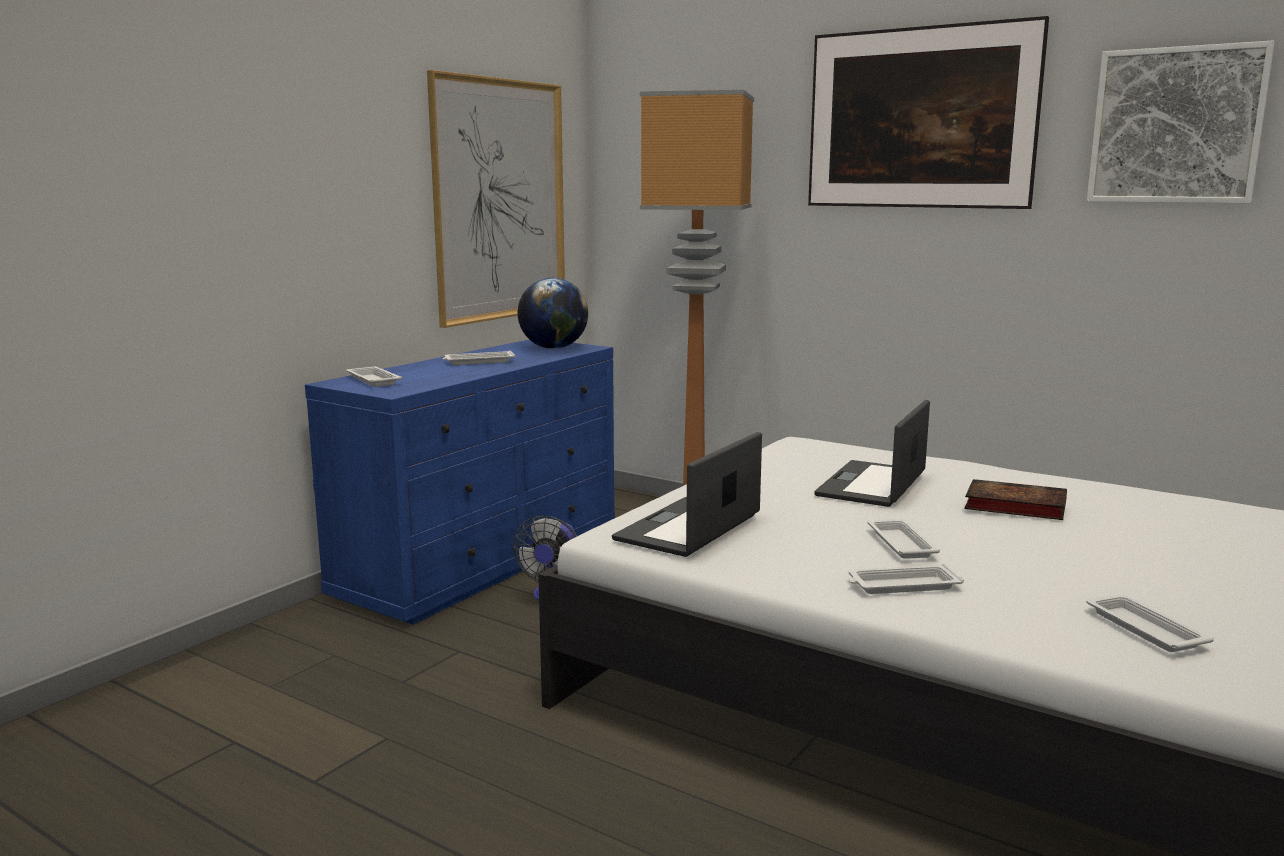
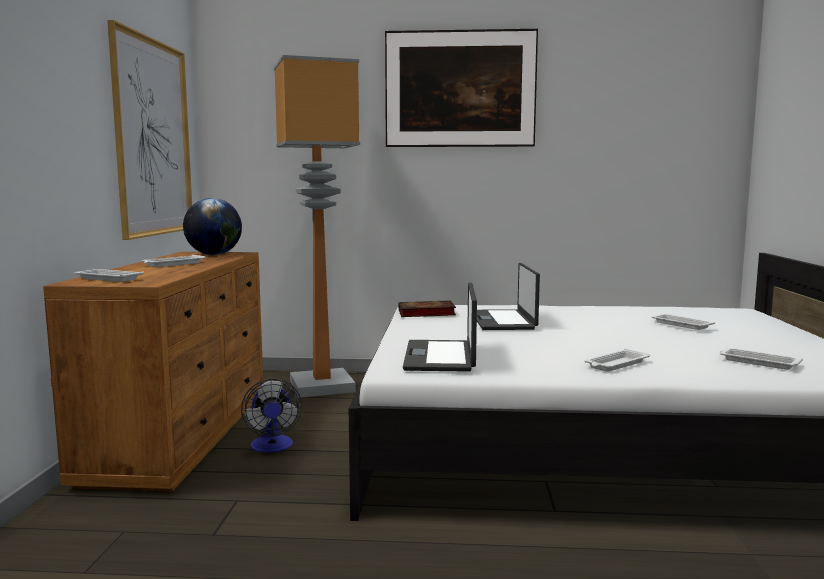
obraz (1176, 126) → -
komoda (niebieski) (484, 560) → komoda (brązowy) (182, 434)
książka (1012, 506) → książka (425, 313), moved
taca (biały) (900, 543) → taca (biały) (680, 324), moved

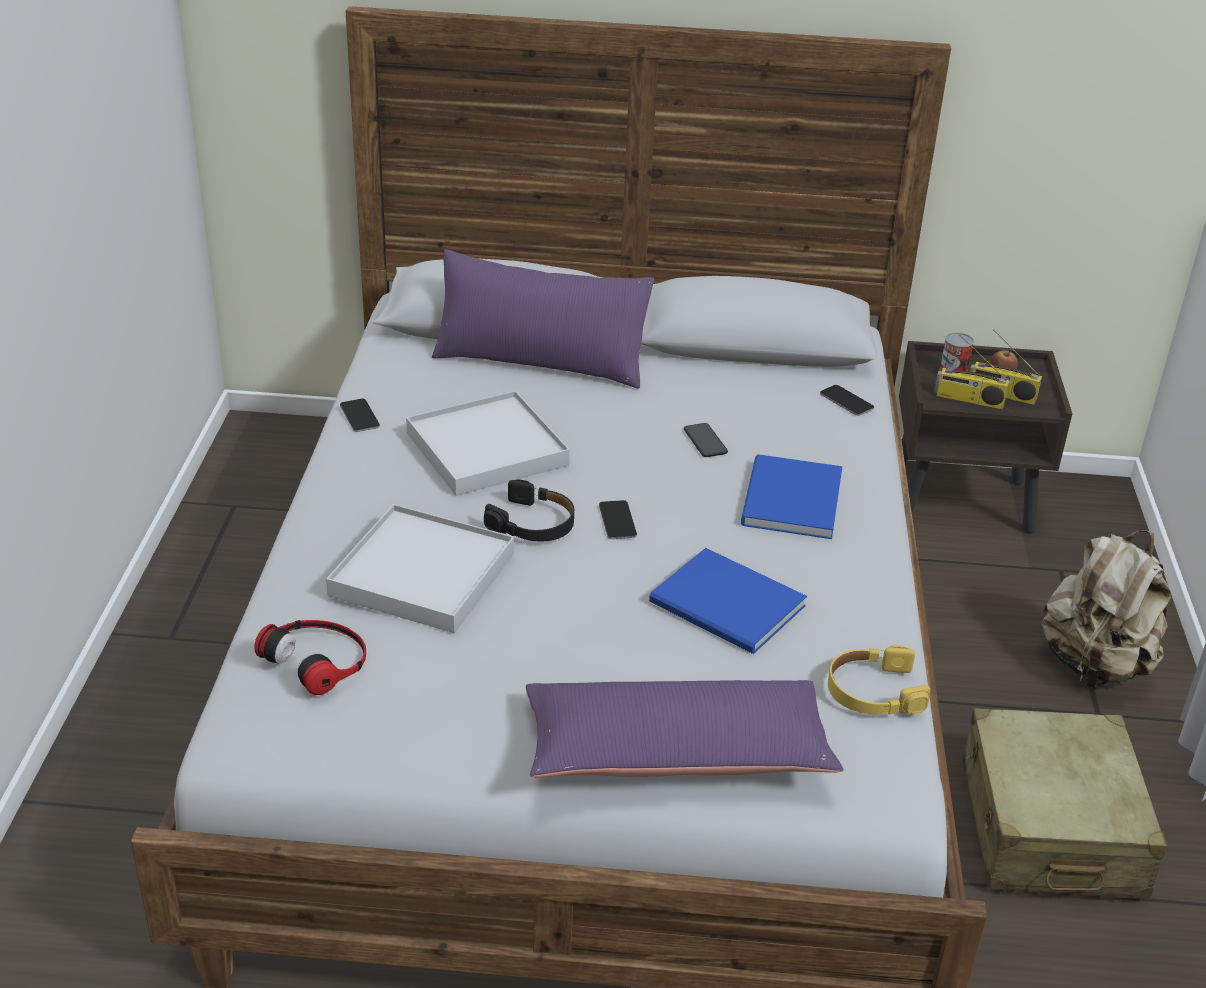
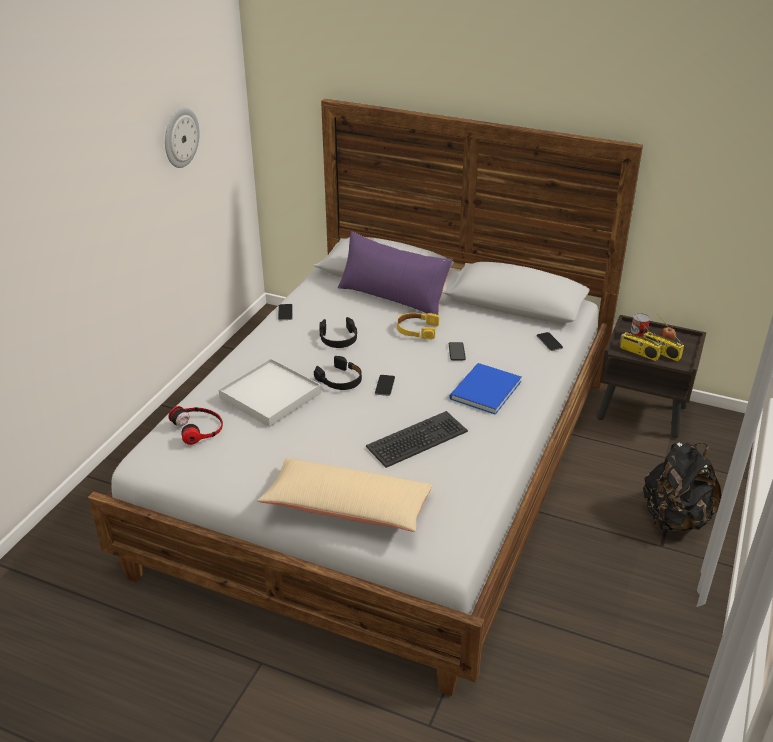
taca (biały) (486, 449) → słuchawki (czarny) (338, 338)
plecak (beżowy) (1095, 665) → plecak (czarny) (674, 519)
książka (niebieski) (728, 608) → klawiatura (417, 440)
słuchawki (żółty) (873, 691) → słuchawki (żółty) (417, 330), moved
poduszka (fioletowy) (676, 753) → poduszka (beżowy) (347, 507)
walizka (beżowy) (1049, 829) → -
- → zegar ścienny (180, 137)

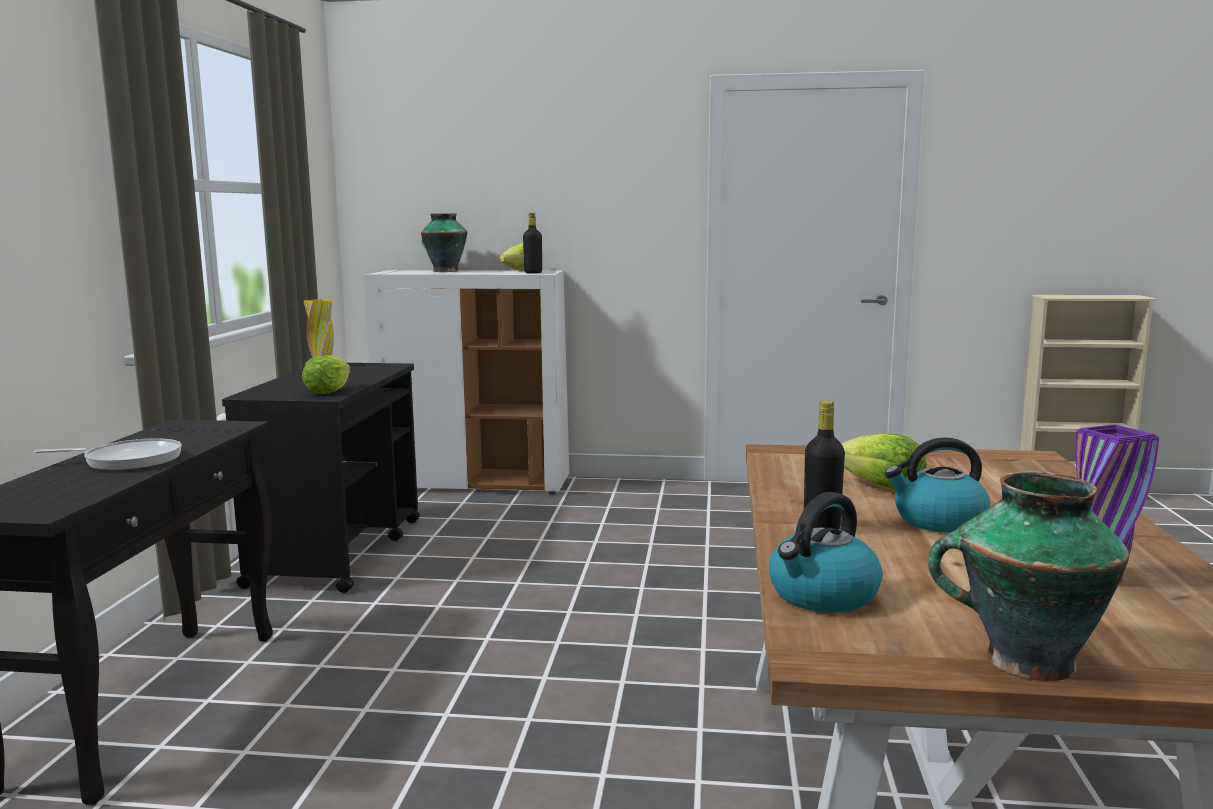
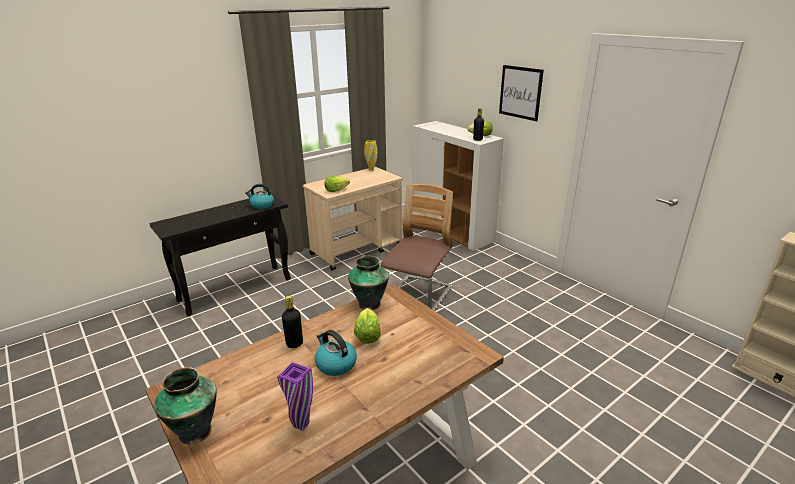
wazon (444, 271) → wazon (369, 303), moved
wózek (czarny) (339, 551) → wózek (beżowy) (357, 249)
patelnia (128, 461) → -
czajnik (822, 596) → czajnik (262, 205), moved
- → obraz (520, 92)
- → krzesło (418, 295)

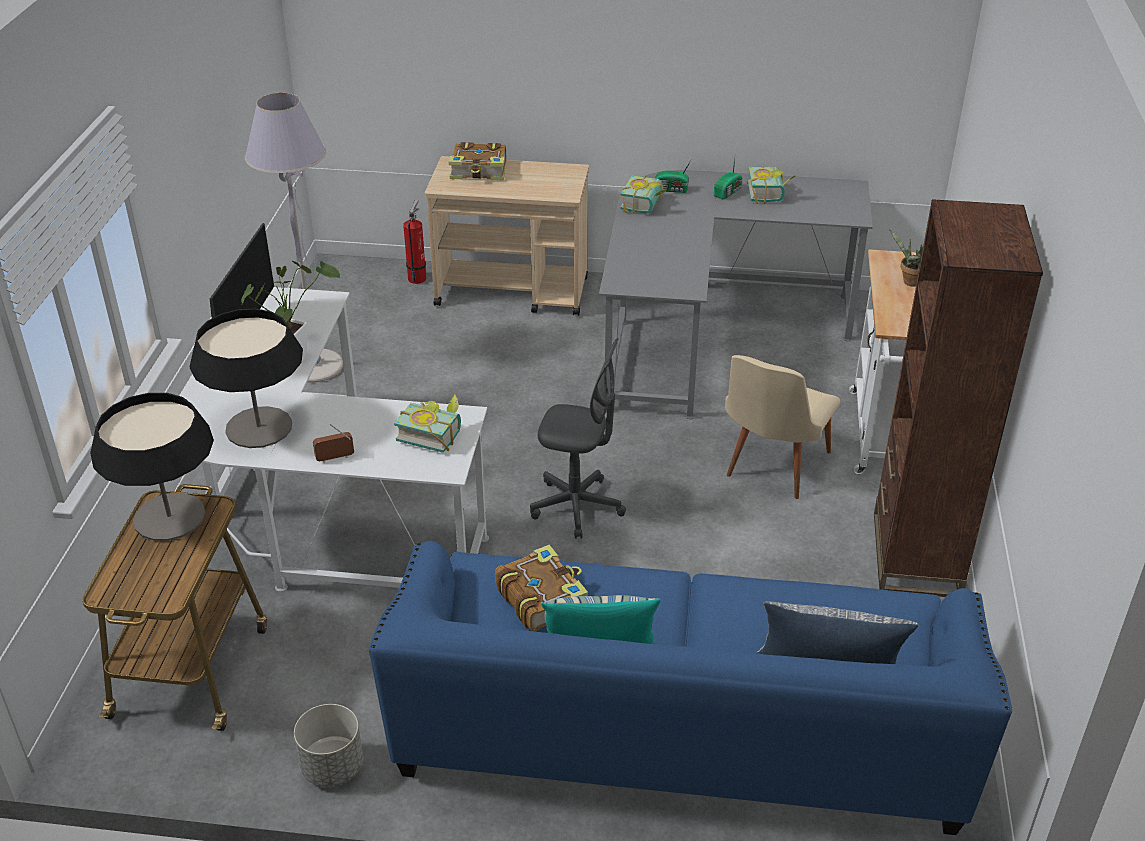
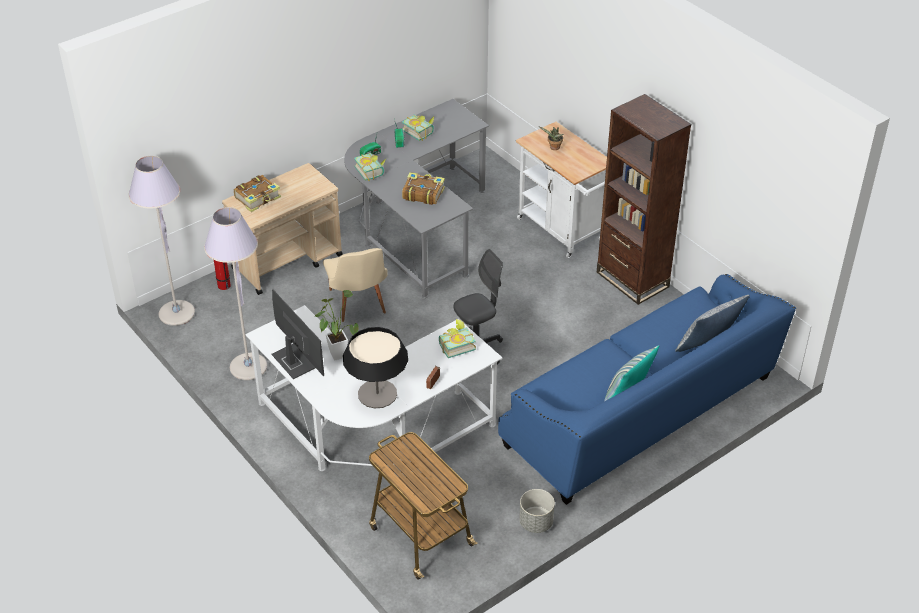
krzesło (beżowy) (771, 469) → krzesło (beżowy) (358, 305), moved
lampa stołowa (169, 517) → -
książka (541, 598) → książka (422, 193), moved
- → lampa stojąca (szary) (177, 313)

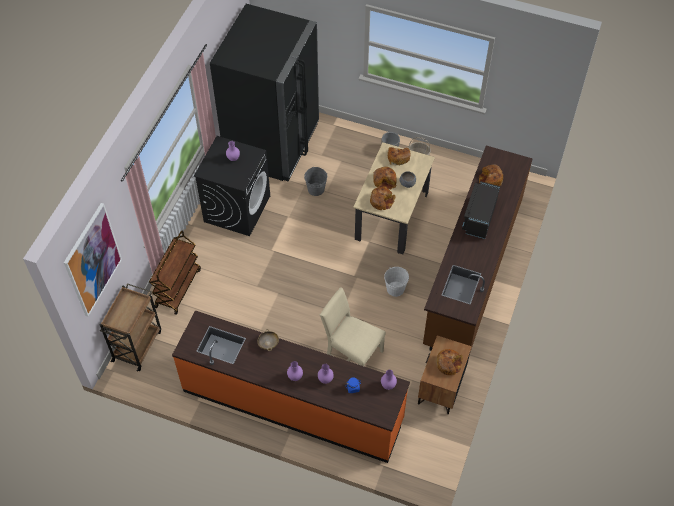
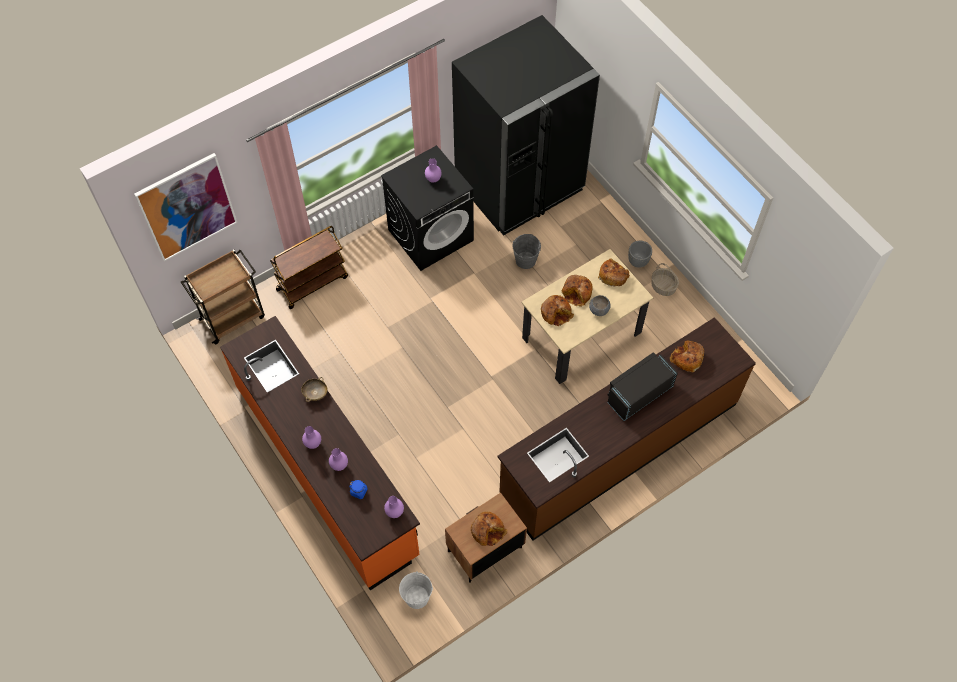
wiadro (biały) (395, 289) → wiadro (biały) (417, 597), moved
krzesło (beżowy) (351, 354) → -

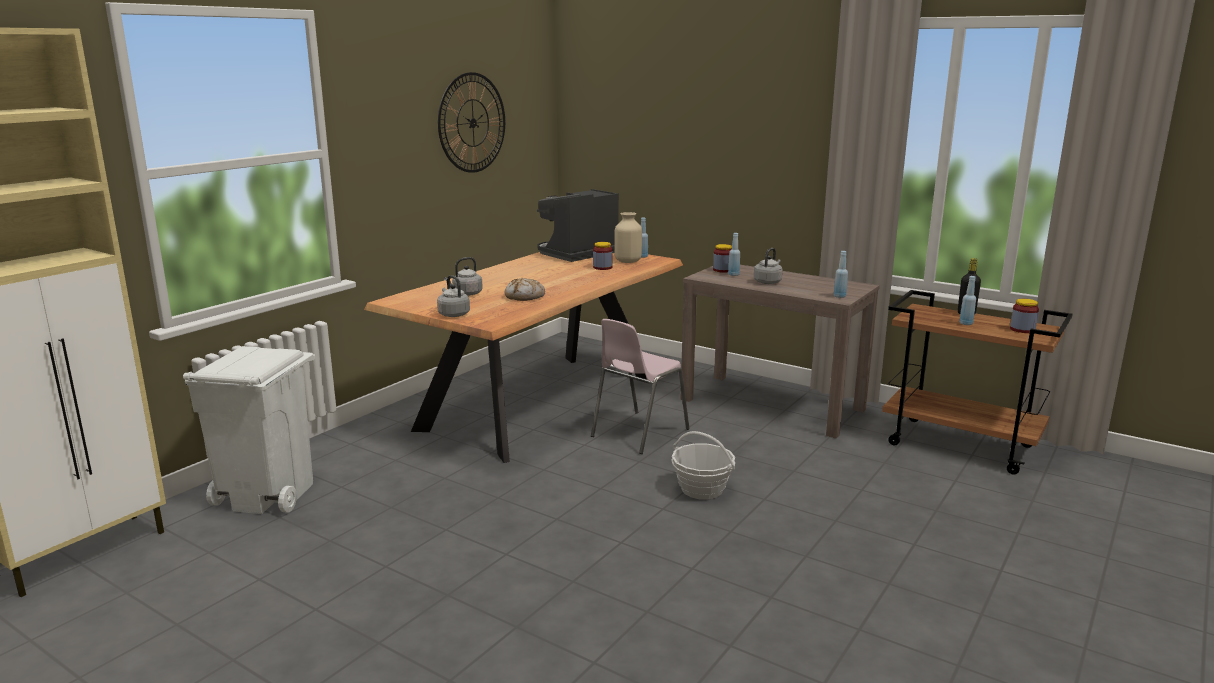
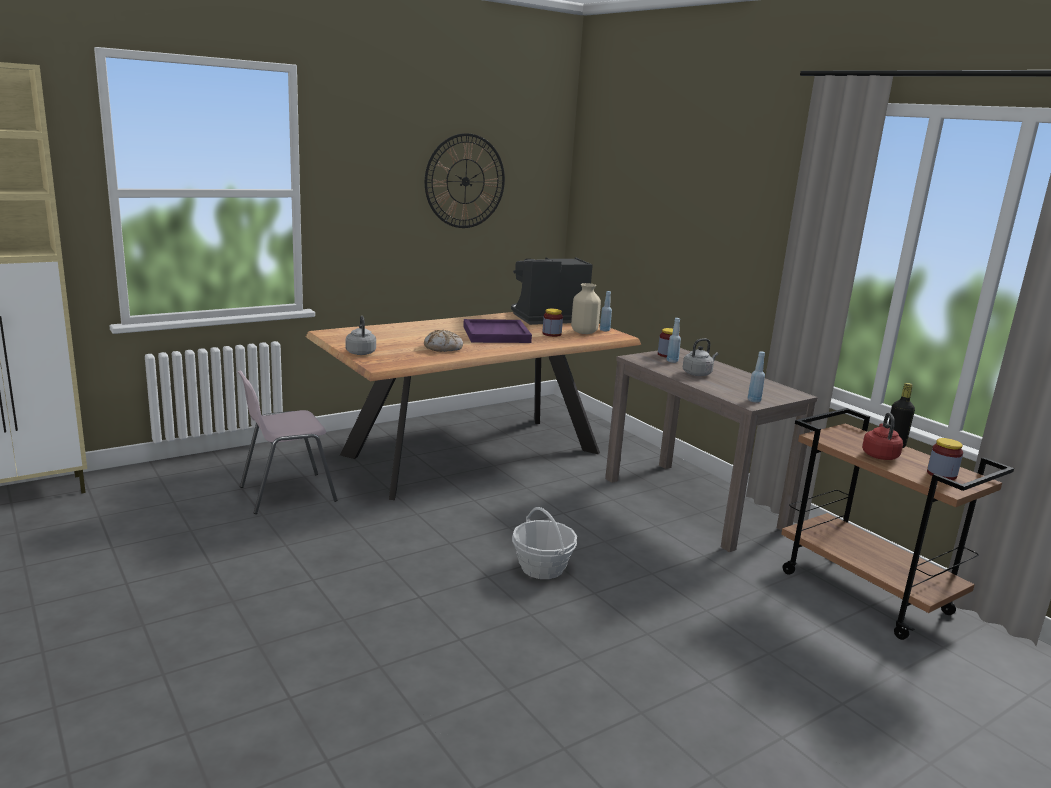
czajnik (szary) (466, 294) → -
butelka (niebieski) (966, 323) → czajnik (czerwony) (879, 455)
krzesło (różowy) (638, 433) → krzesło (różowy) (286, 493), moved
kosz na śmieci (biały) (267, 494) → -
- → taca (fioletowy) (497, 334)

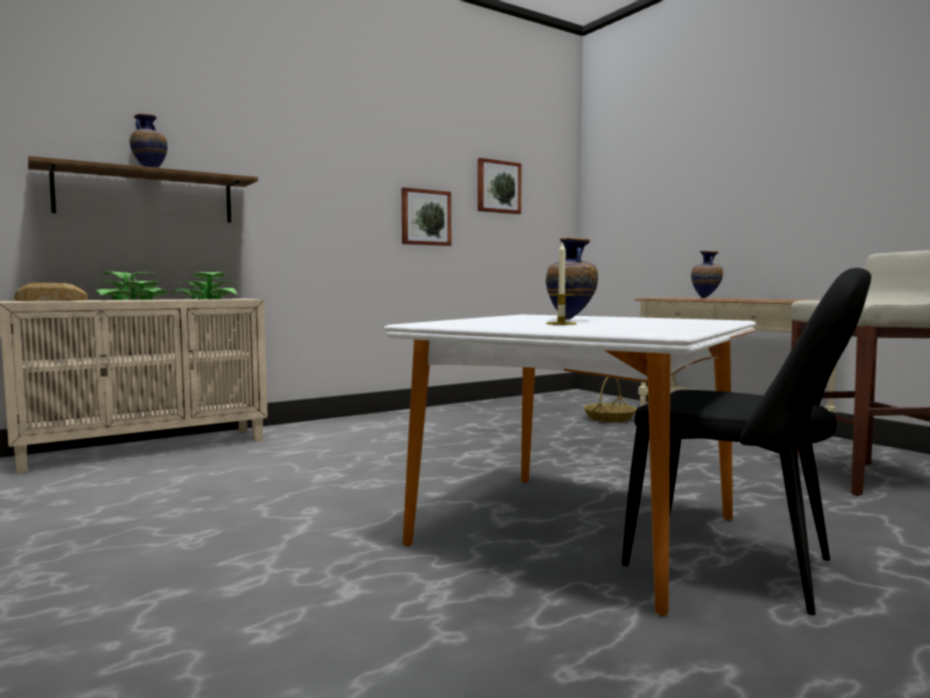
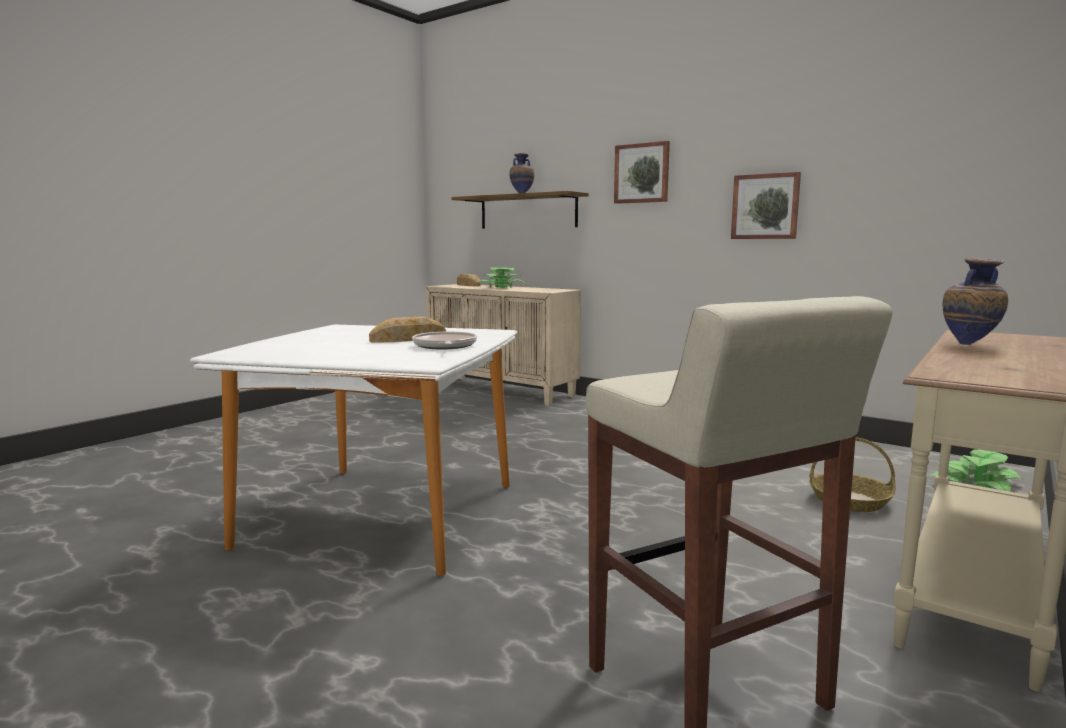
obraz (498, 187) → obraz (642, 173), moved
wazon (571, 319) → chleb (408, 339)
świeca (561, 324) → -
krzesło (czarny) (739, 567) → -
roślina doniczkowa (206, 299) → roślina doniczkowa (975, 484), moved
- → patelnia (444, 346)

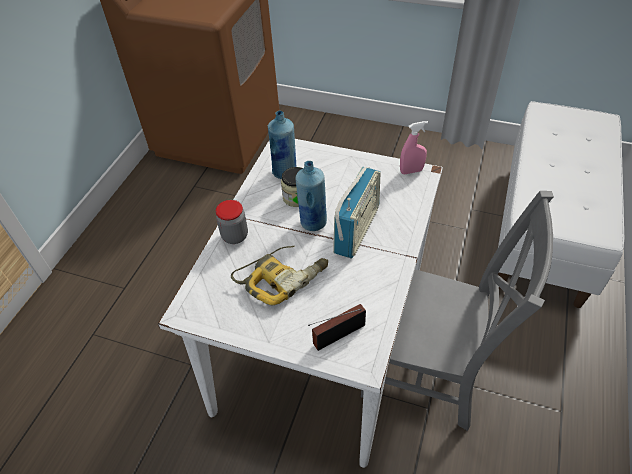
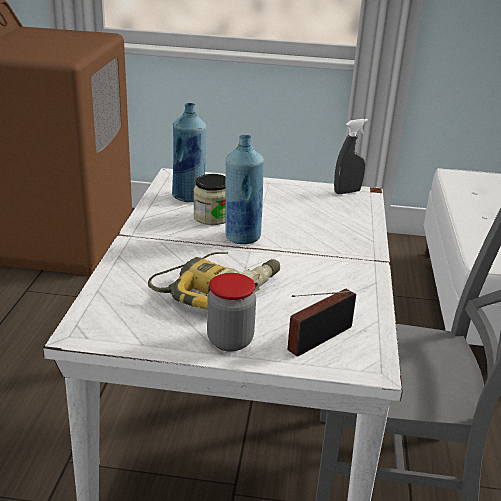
spryskiwacz (różowy) (411, 171) → spryskiwacz (szary) (347, 192)
radio (356, 230) → -
słoik (235, 236) → słoik (230, 341), moved

